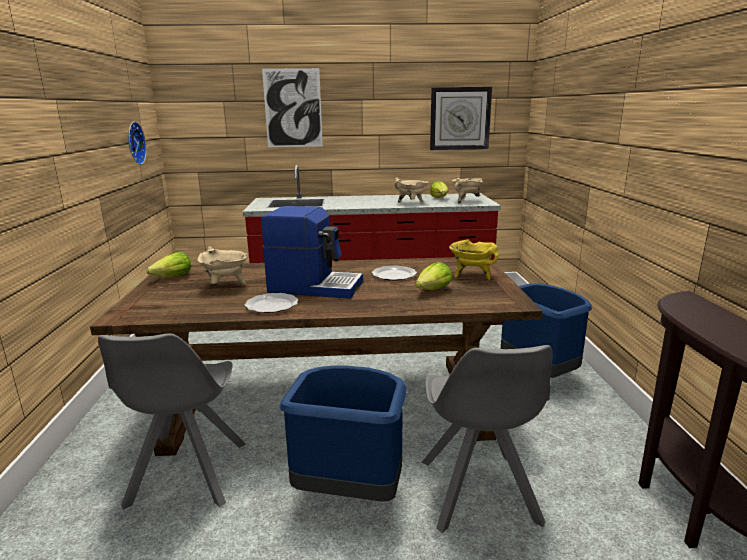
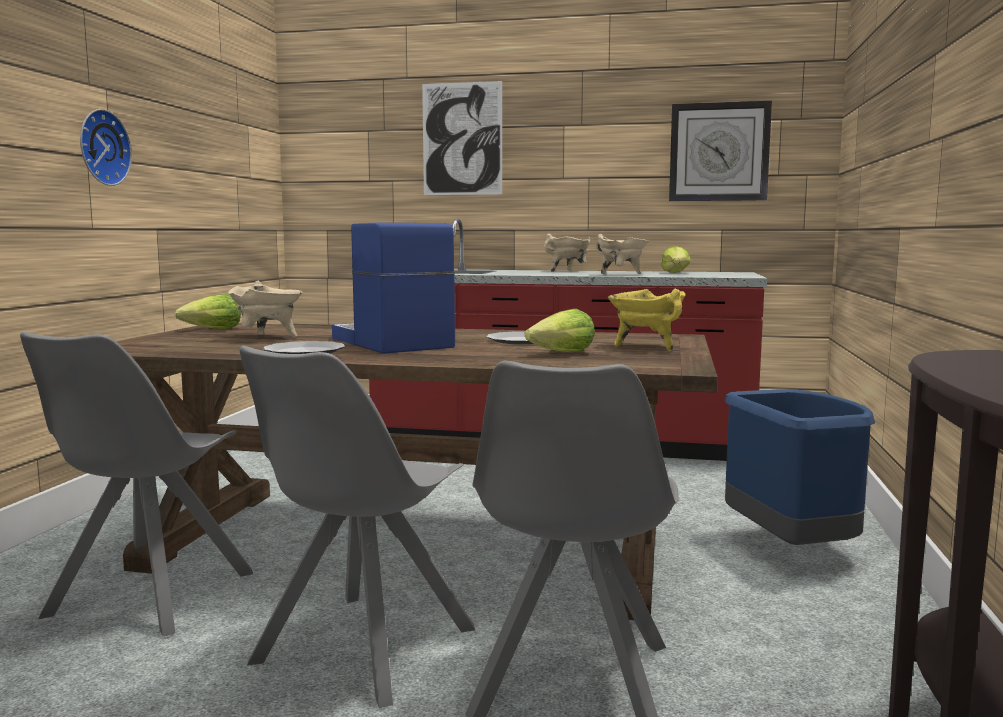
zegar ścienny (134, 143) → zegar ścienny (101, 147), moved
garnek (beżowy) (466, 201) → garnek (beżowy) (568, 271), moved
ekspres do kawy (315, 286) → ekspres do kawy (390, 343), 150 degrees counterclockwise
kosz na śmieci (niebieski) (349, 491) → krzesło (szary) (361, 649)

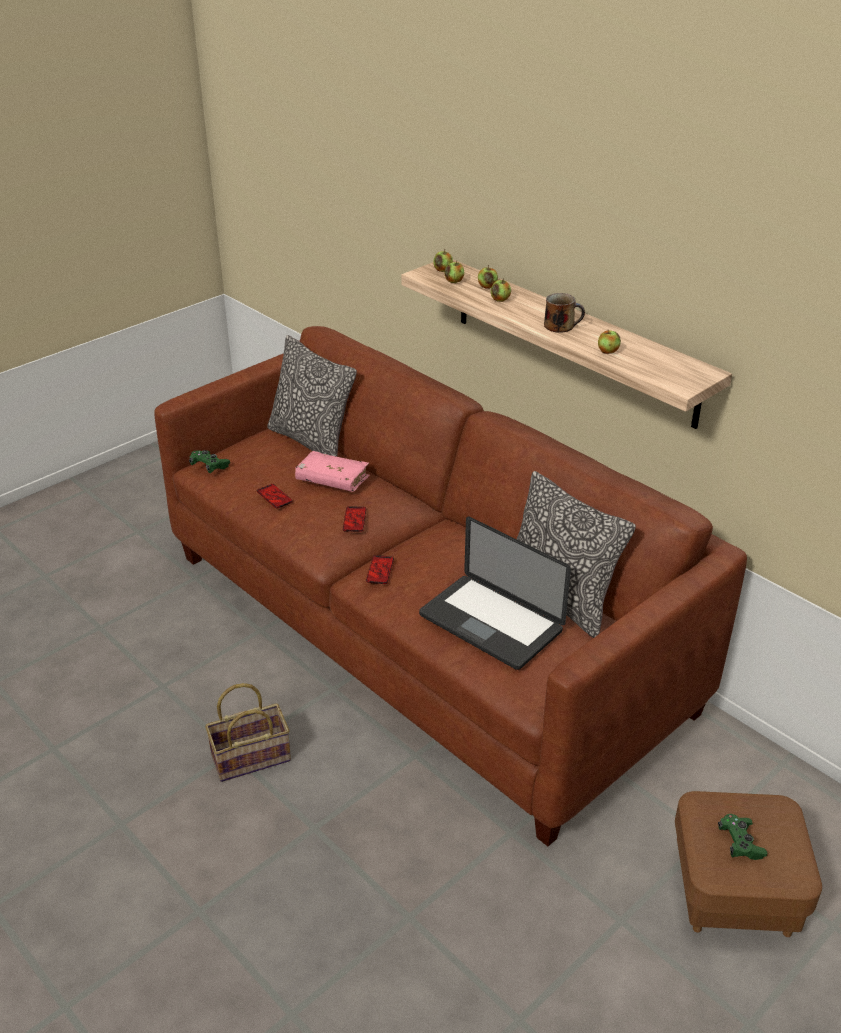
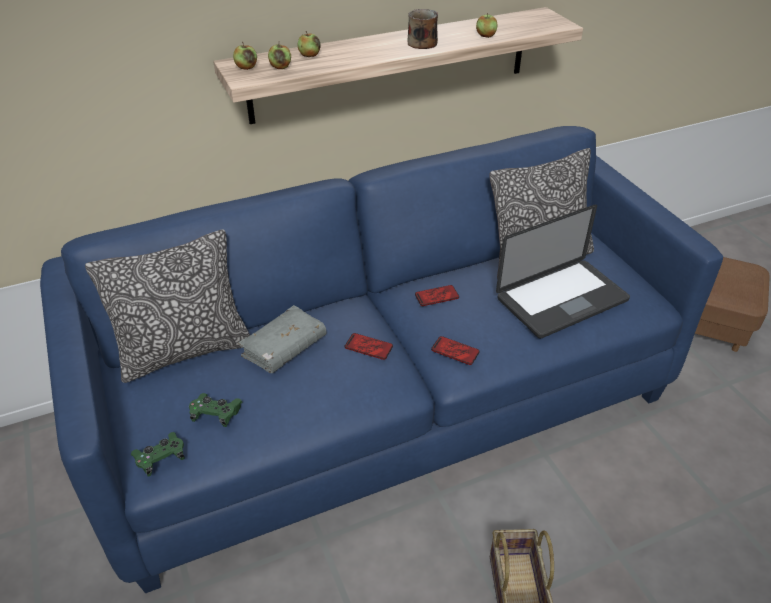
jabłko (500, 299) → -
kanapa (brązowy) (422, 630) → kanapa (niebieski) (386, 404)
książka (różowy) (332, 480) → książka (szary) (284, 348)
telefon (274, 497) → telefon (436, 296), moved
pad do gier (zielony) (740, 843) → pad do gier (zielony) (216, 414), moved

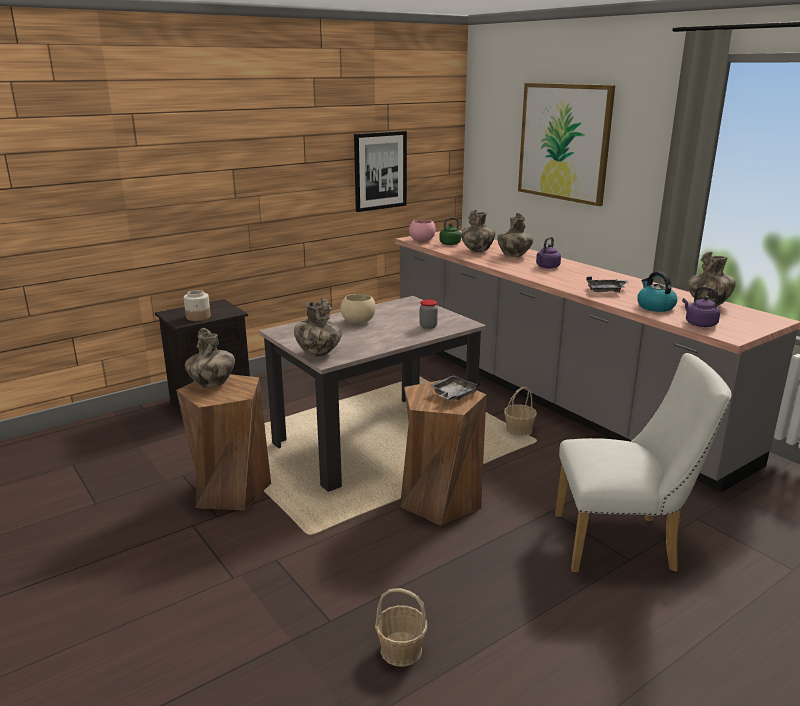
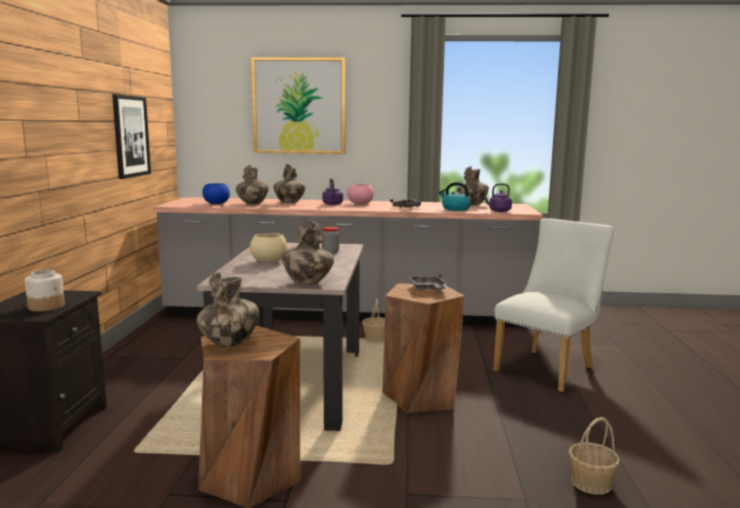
czajnik (zielony) (451, 243) → miska (niebieski) (216, 203)
miska (różowy) (422, 240) → miska (różowy) (360, 203), moved

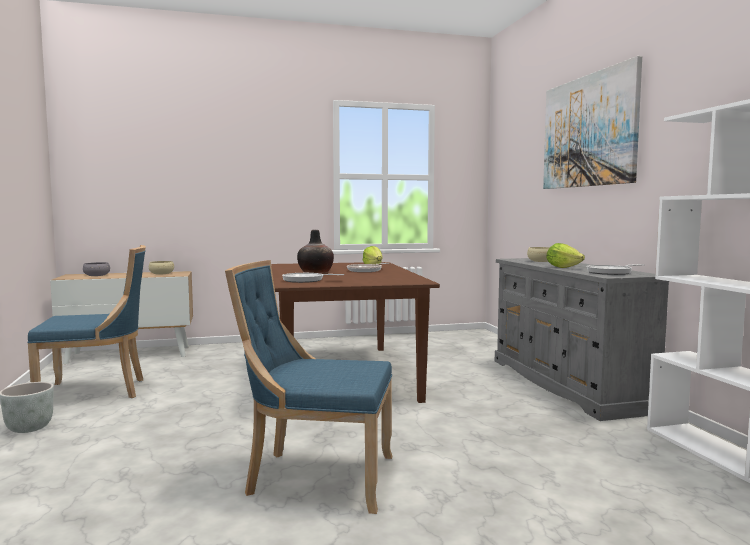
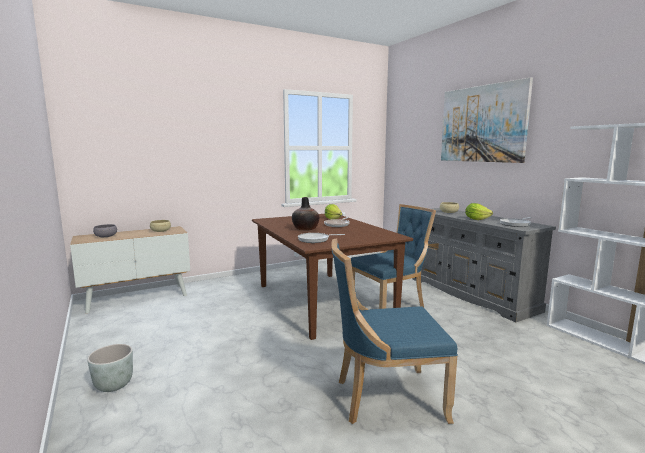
krzesło (niebieski) (97, 392) → krzesło (niebieski) (390, 307), moved

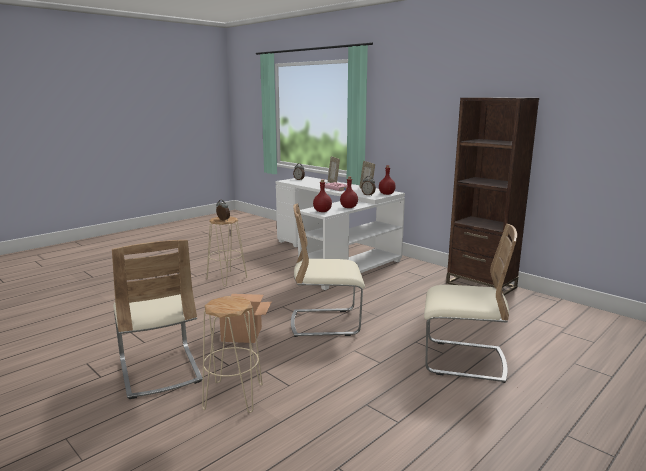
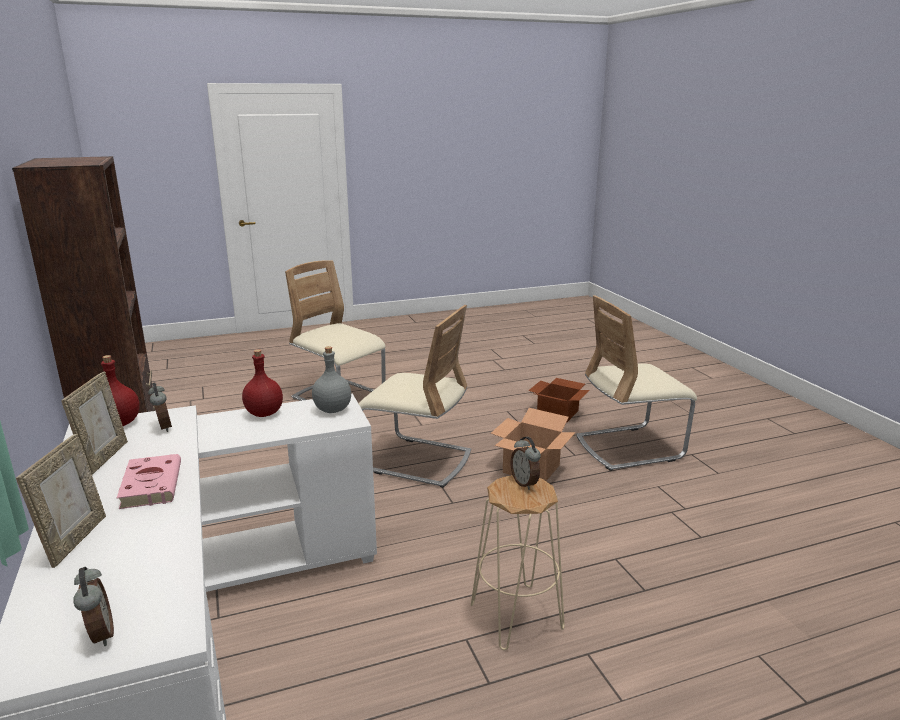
butelka (czerwony) (322, 211) → butelka (szary) (332, 409)
krzesło (beżowy) (159, 370) → krzesło (beżowy) (629, 447), 105 degrees counterclockwise
stołek (beżowy) (233, 397) → karton (558, 413)

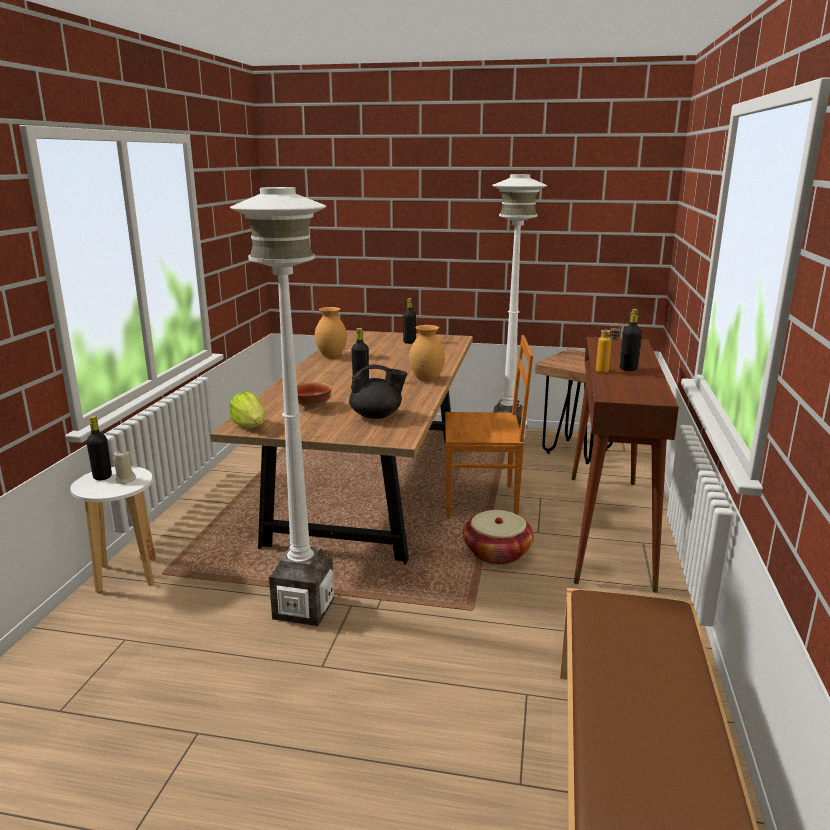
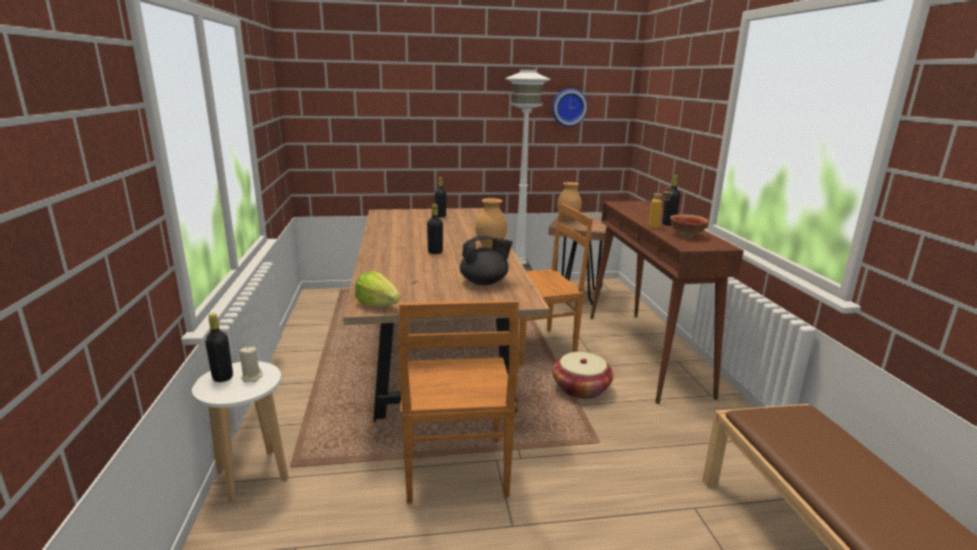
lampa stojąca (biały) (303, 608) → krzesło (brązowy) (456, 472)
wazon (brązowy) (331, 356) → wazon (brązowy) (568, 219), moved
miska (312, 407) → miska (687, 235), moved
- → zegar ścienny (568, 107)

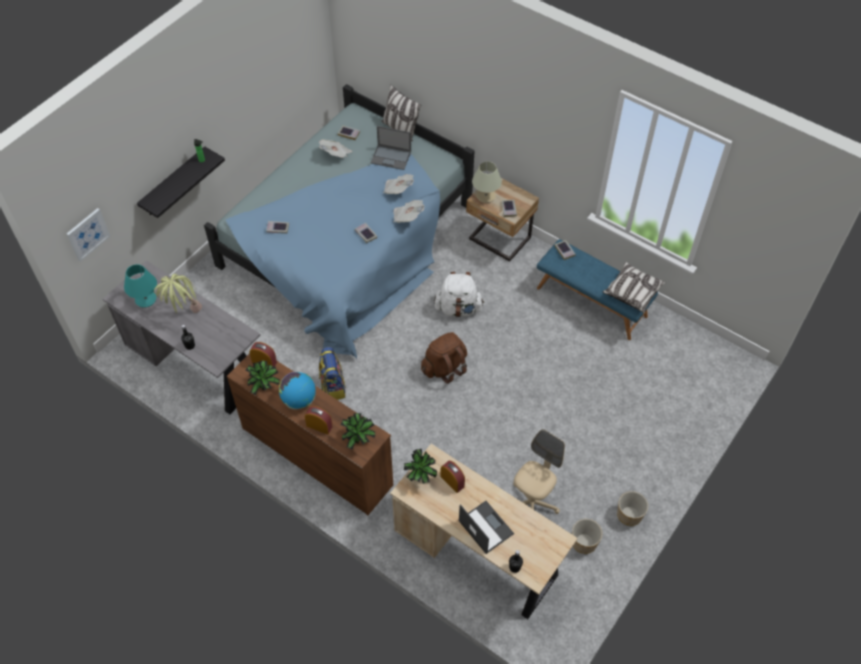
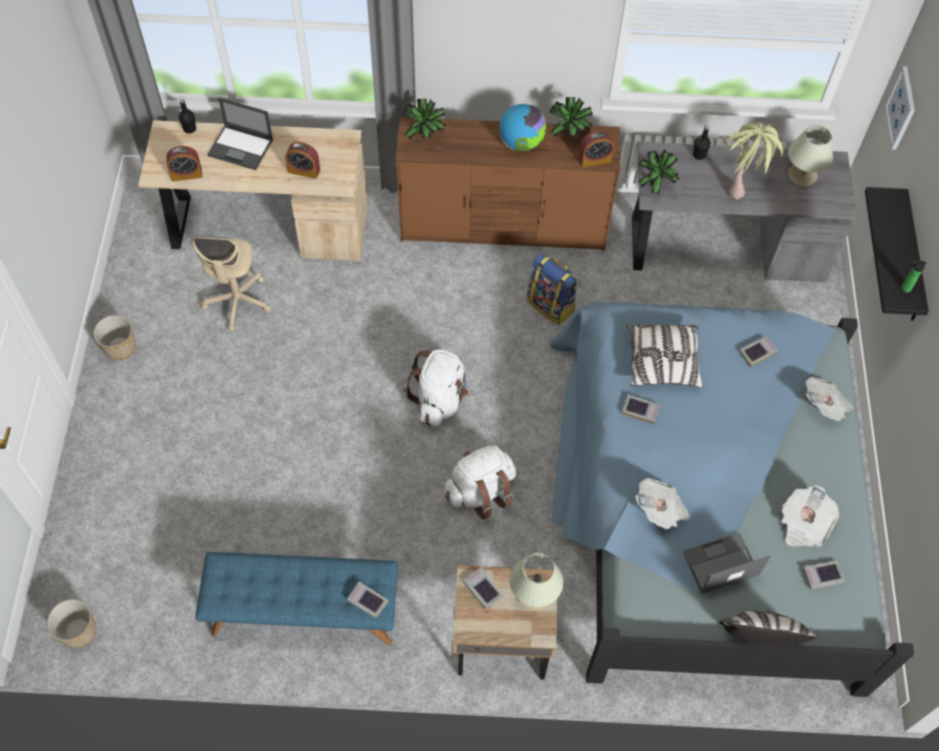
gazeta (407, 217) → gazeta (825, 406), moved
poduszka (632, 292) → poduszka (663, 362), moved
lampa stołowa (turkusowy) (145, 299) → lampa stołowa (beżowy) (802, 175)
plecak (brązowy) (444, 368) → plecak (biały) (439, 399)
budzik (319, 426) → budzik (186, 174), moved
roślina doniczkowa (420, 477) → roślina doniczkowa (654, 186), moved
donica (583, 542) → donica (79, 631), moved

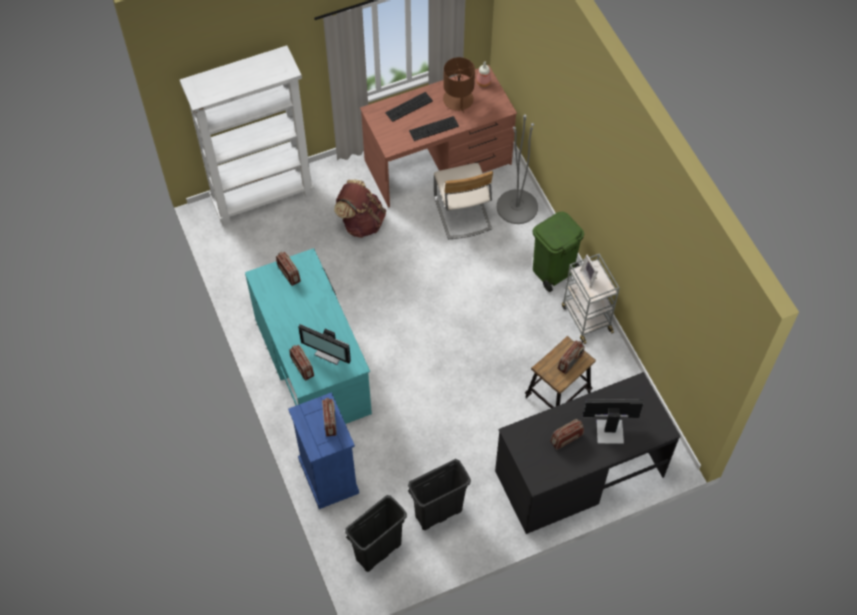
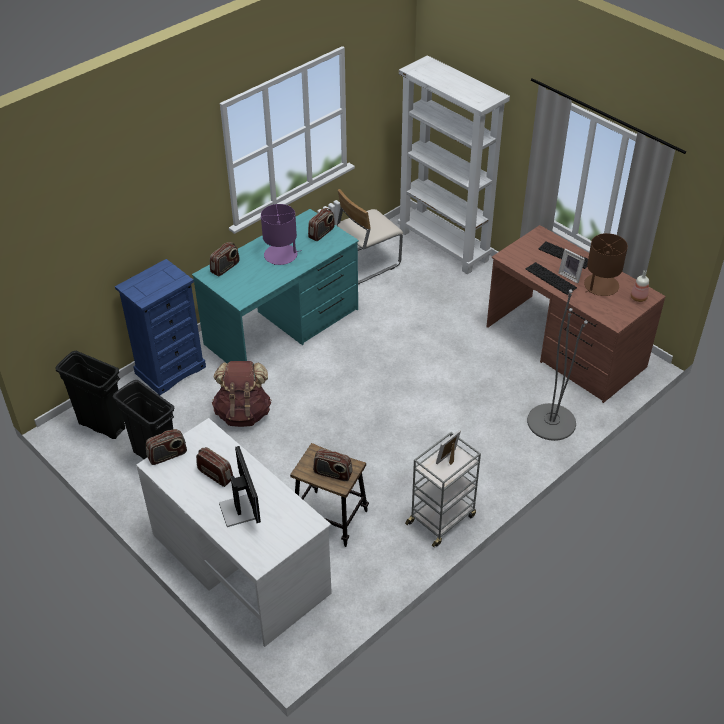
krzesło (beżowy) (462, 213) → krzesło (beżowy) (366, 263), moved
plecak (brązowy) (361, 222) → plecak (brązowy) (243, 413), moved
kosz na śmieci (zielony) (553, 271) → -
monitor (331, 351) → -
biurko (czarny) (578, 473) → biurko (biały) (240, 562)
radio (330, 422) → radio (167, 455), moved
- → lampa stołowa (fioletowy) (281, 255)
- → ramka na zdjęcie (570, 276)

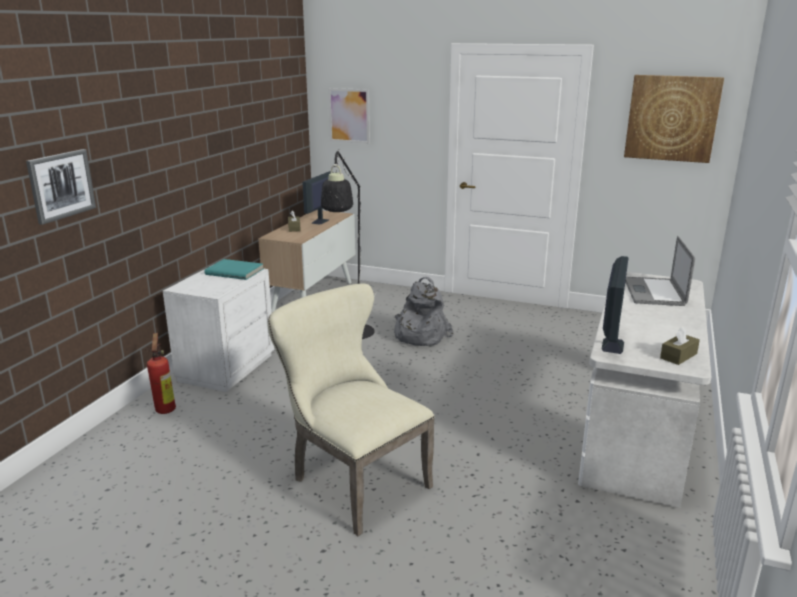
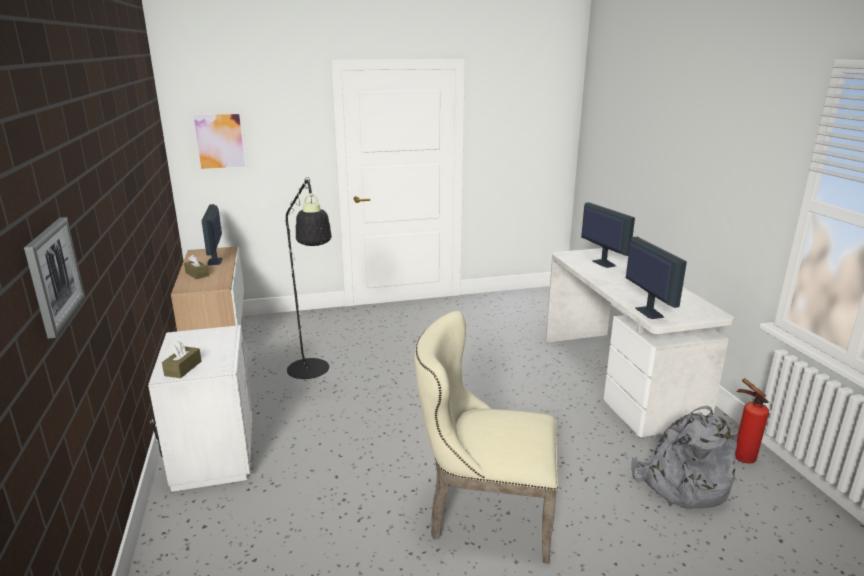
obraz (672, 118) → -
laptop (654, 292) → monitor (603, 263)
książka (turkusowy) (235, 271) → -
plecak (szary) (419, 335) → plecak (szary) (681, 484), moved
pudełko chusteczek (brązowy) (678, 356) → pudełko chusteczek (brązowy) (183, 368), moved
gaśnica (166, 408) → gaśnica (740, 456), moved

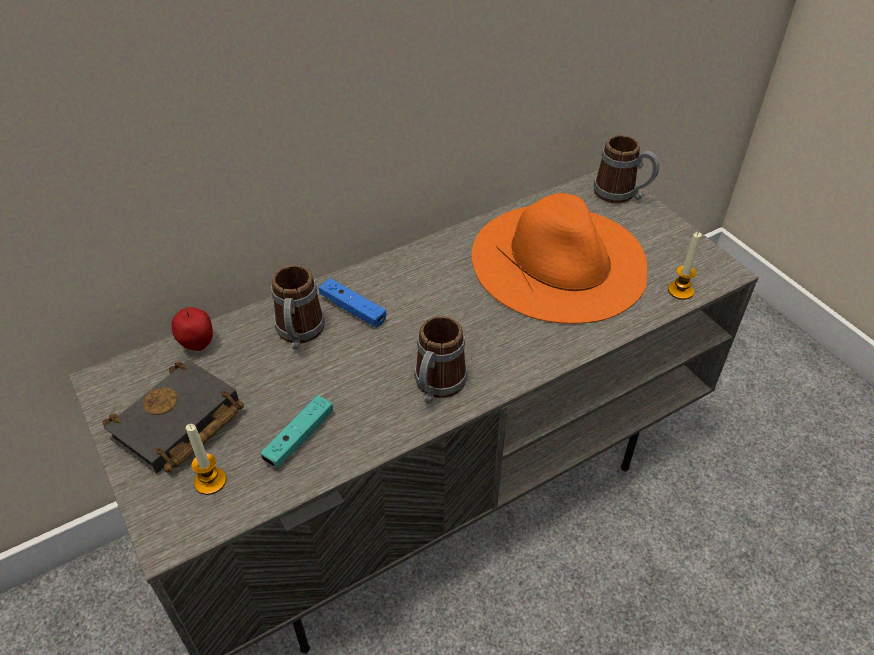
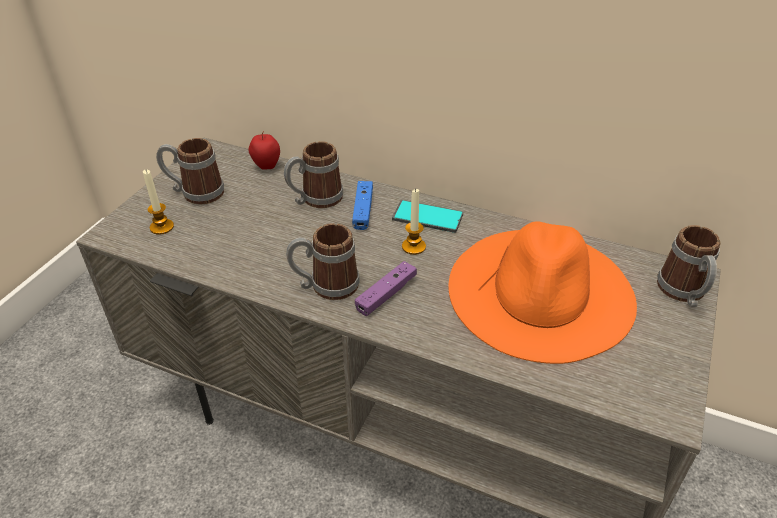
świeca (680, 291) → świeca (413, 247), moved
książka (czarny) (177, 426) → kubek (195, 193)
pad do gier (turkusowy) (299, 438) → -
- → telefon (427, 217)
- → pad do gier (fioletowy) (386, 294)

